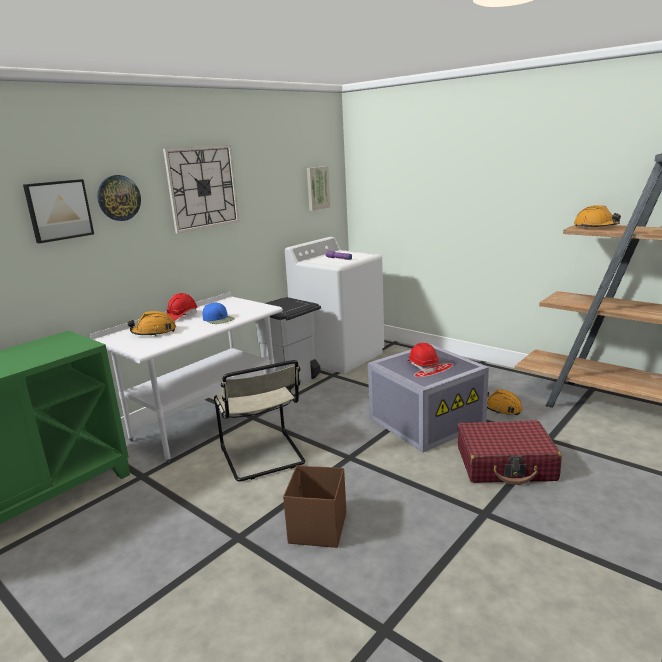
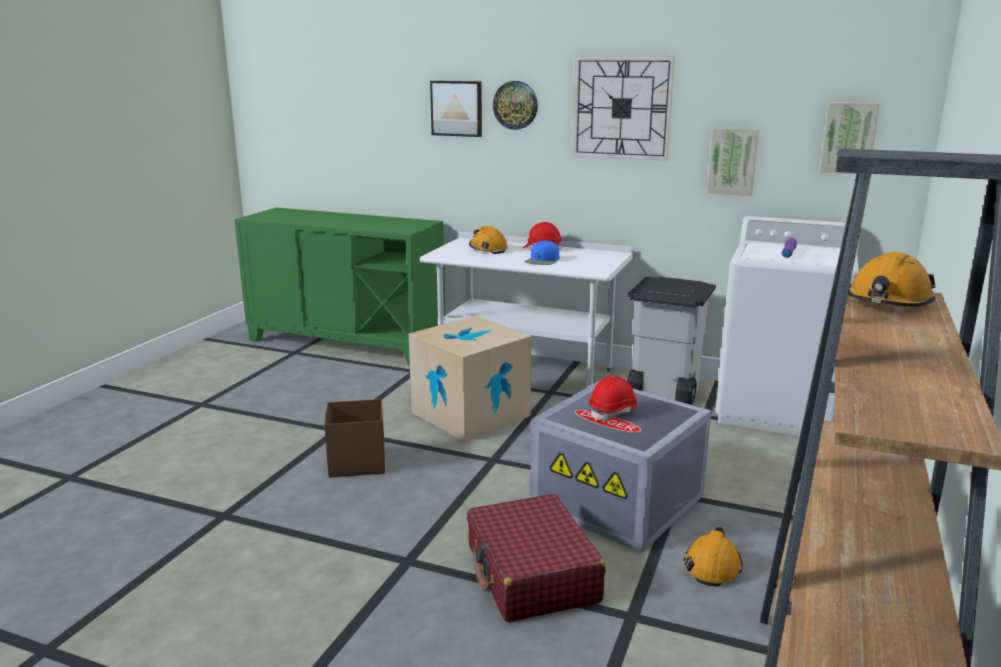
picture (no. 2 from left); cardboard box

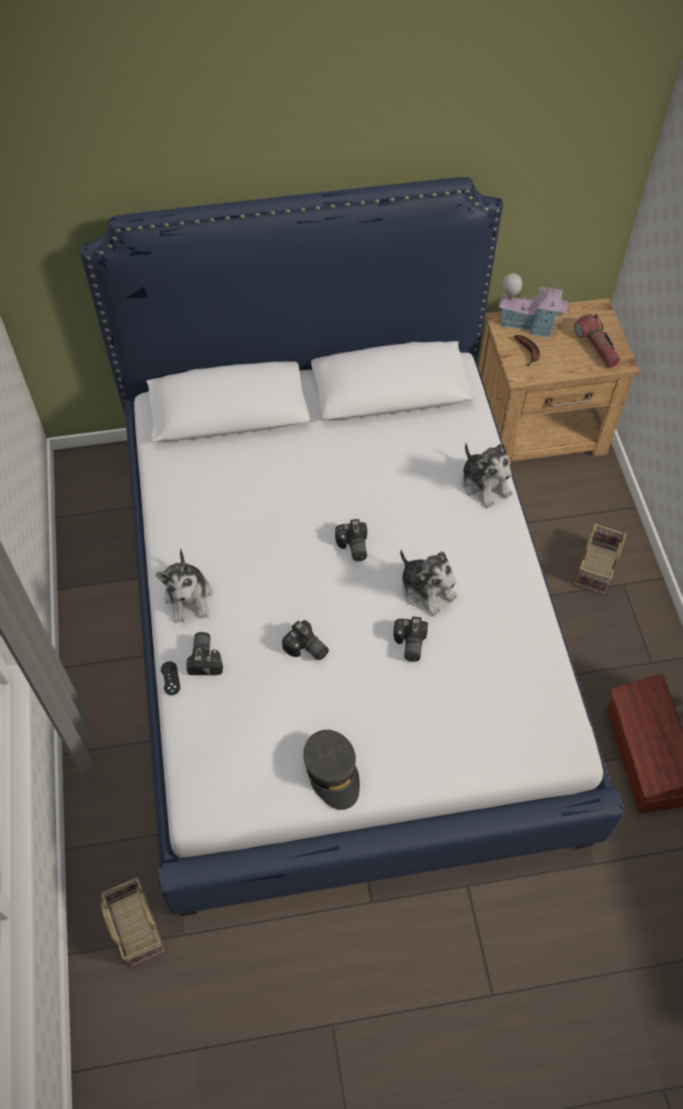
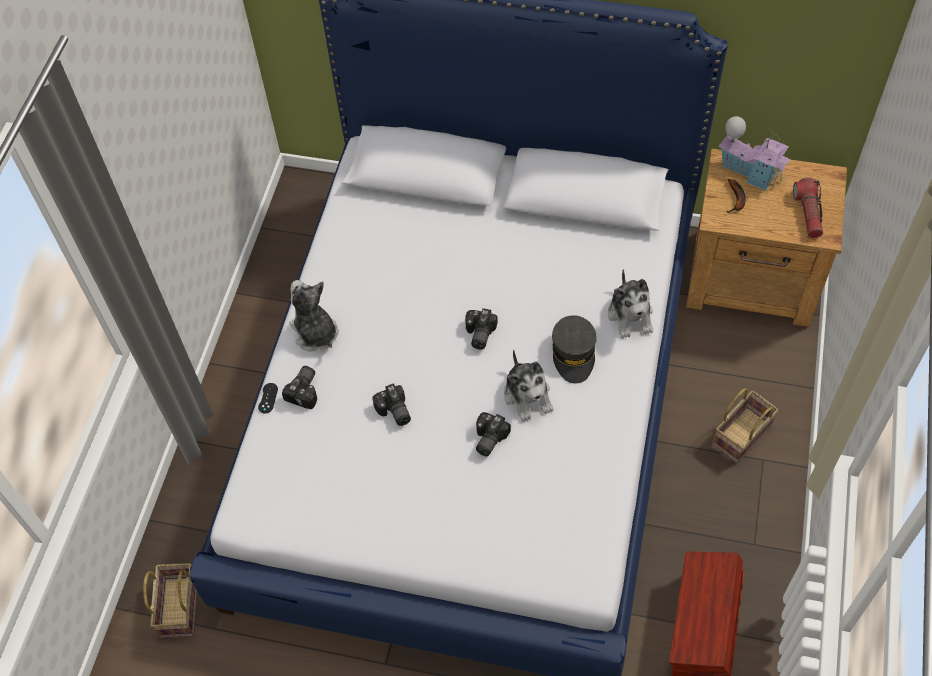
cap/grey; plush toy (no. 1 from left)

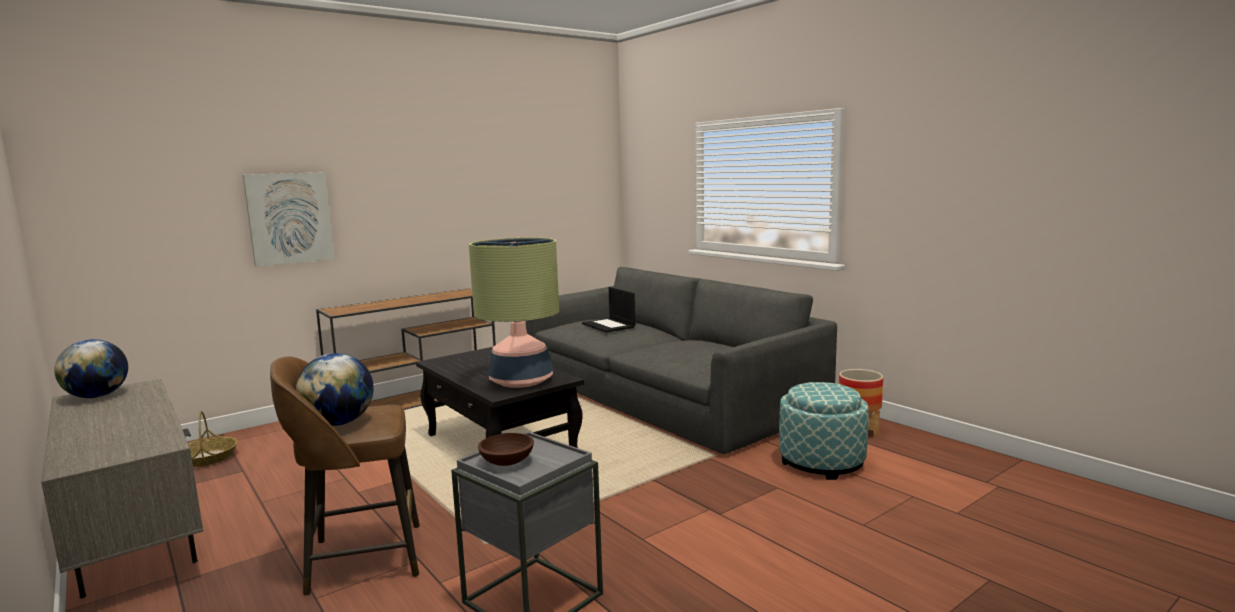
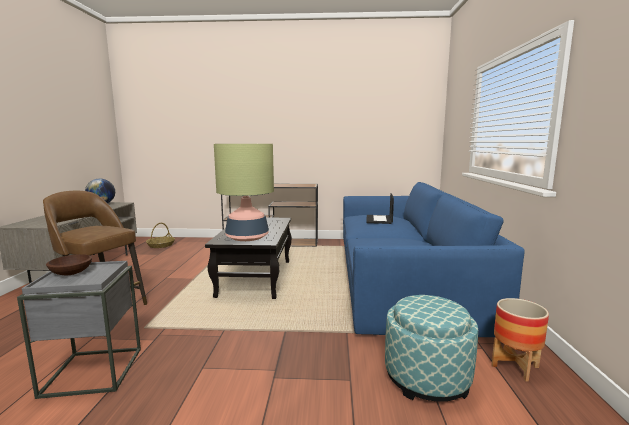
picture; globe (no. 2 from left in the first image); sofa/blue

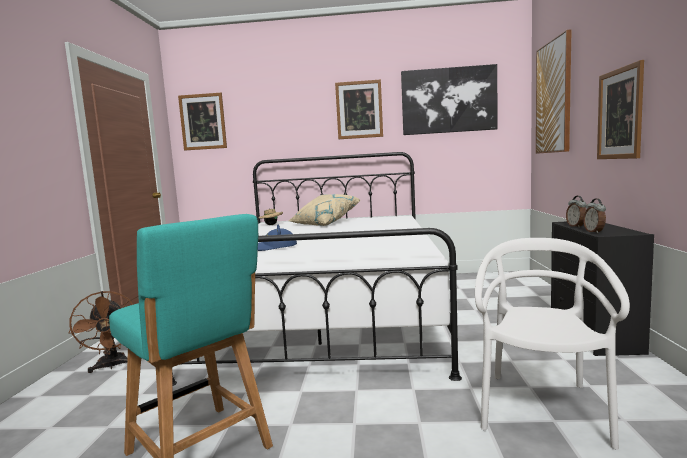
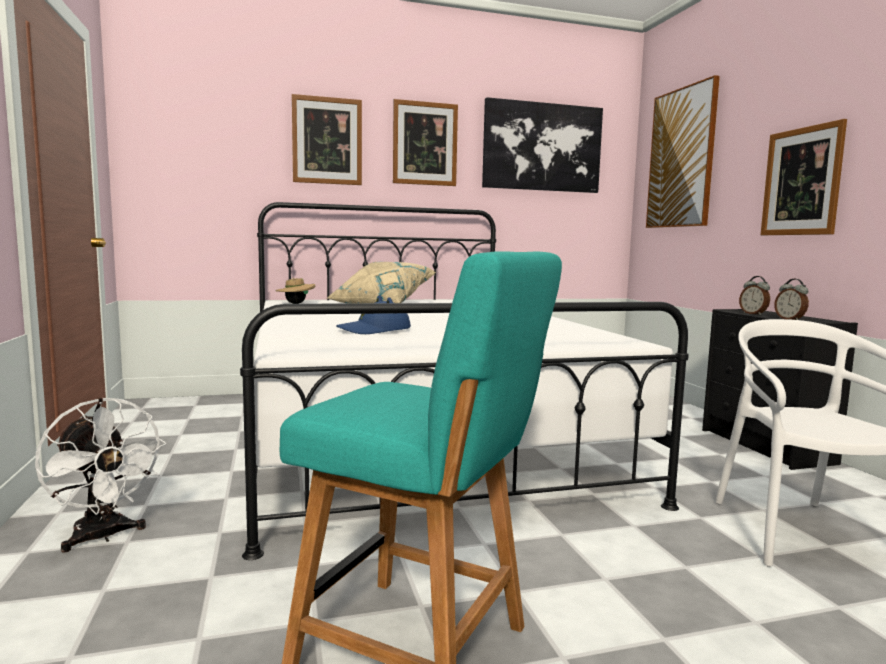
picture (no. 1 from left); fan/white

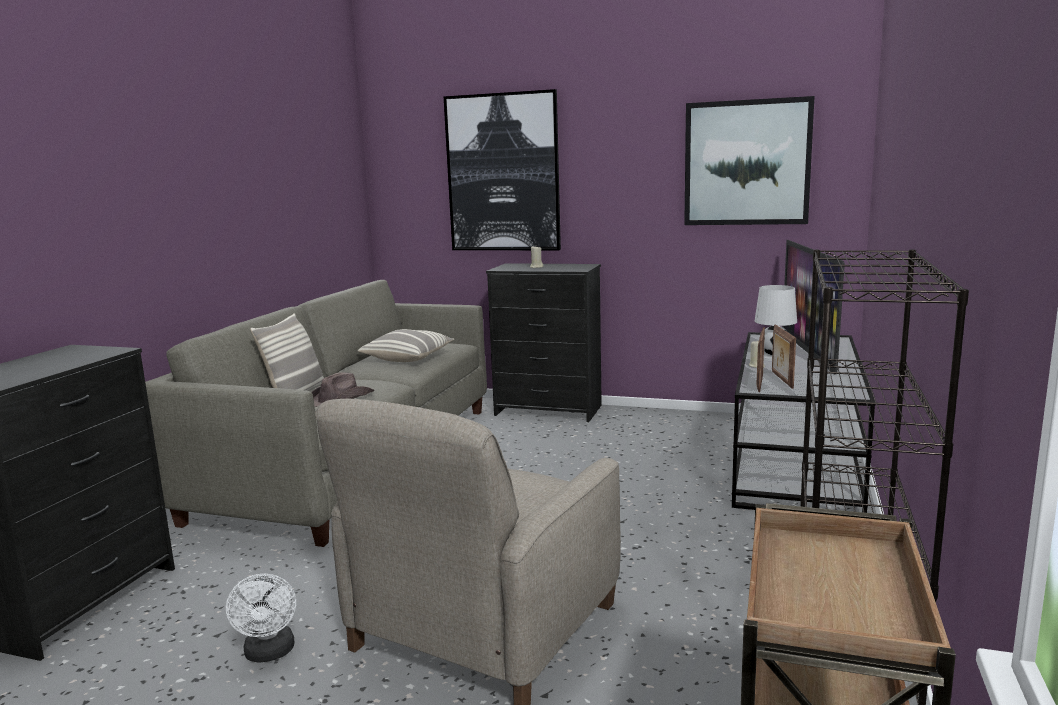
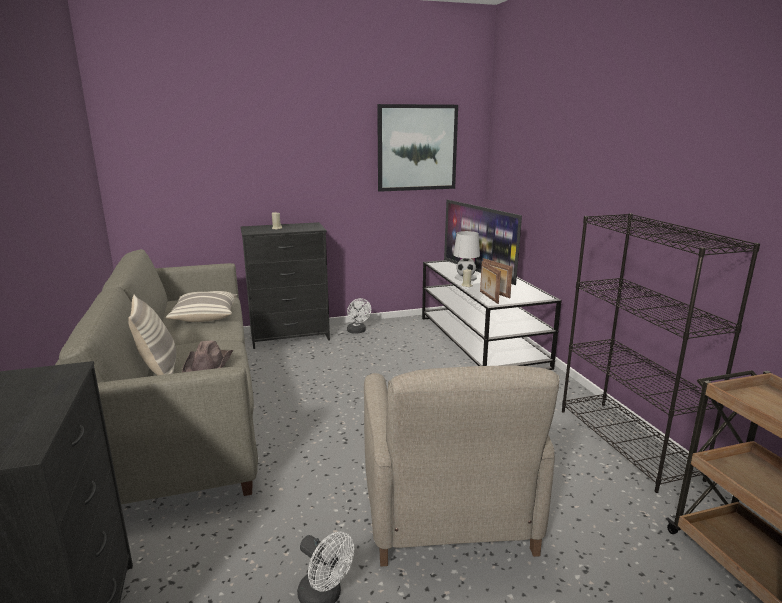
picture (no. 1 from left in the first image); fan/white (no. 2 from left)

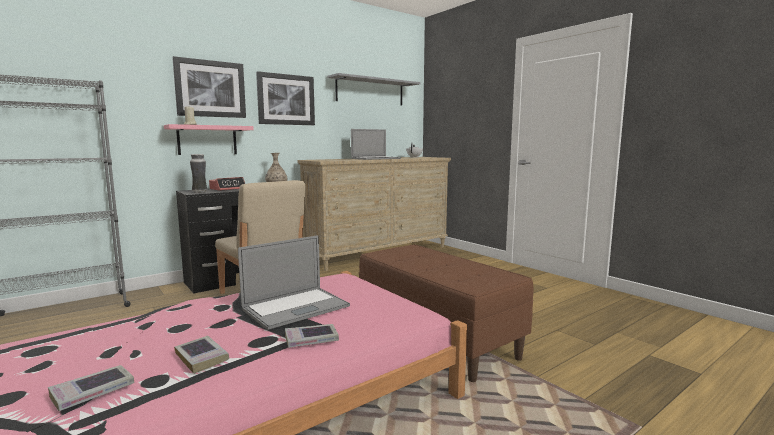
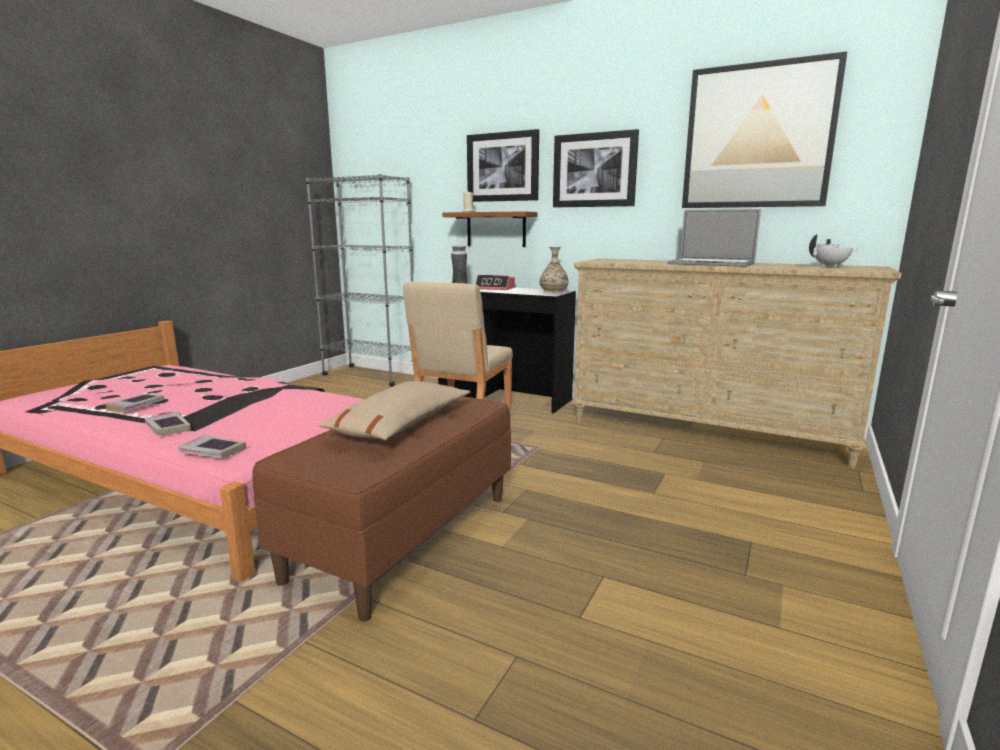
laptop (no. 1 from left in the first image); pillow/beige; book (no. 3 from left); picture (no. 3 from left); shelf/brown

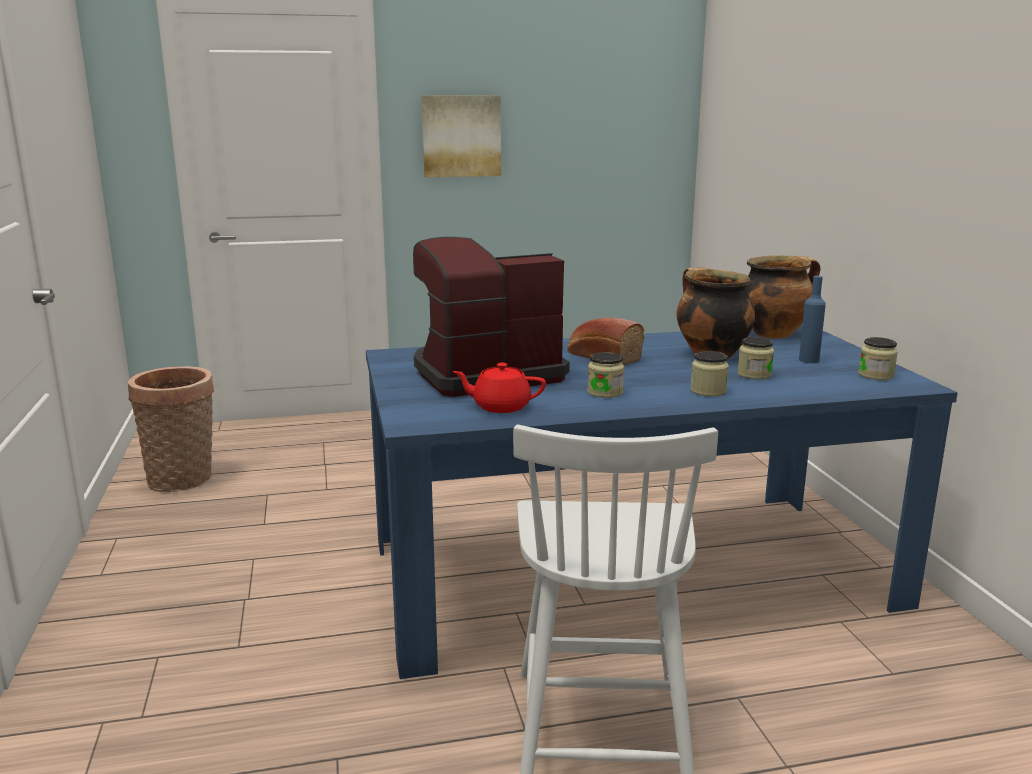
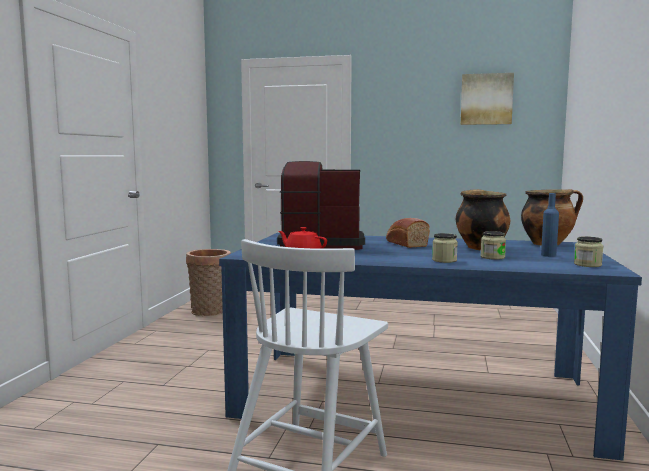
jar (no. 1 from left in the first image); picture

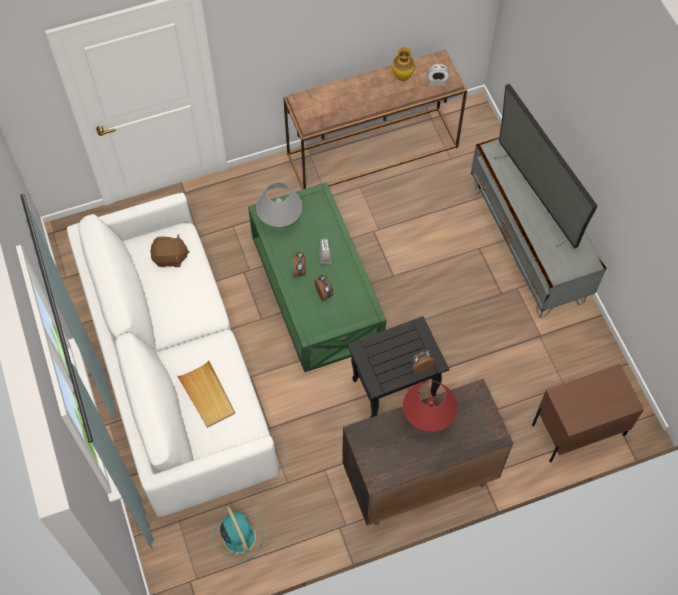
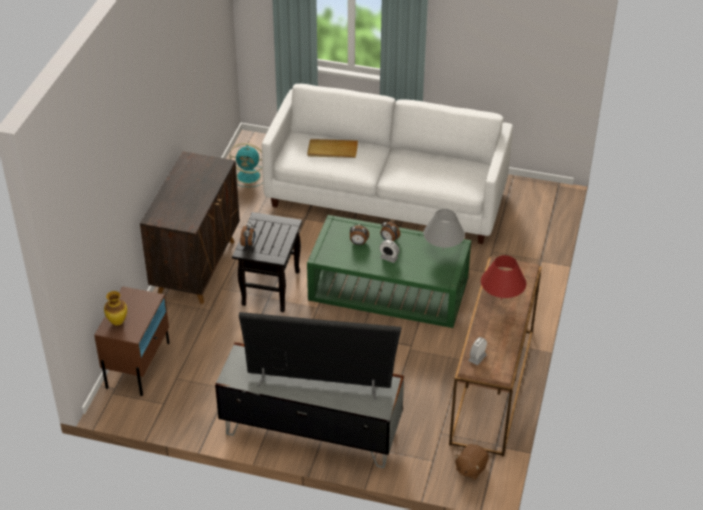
plush toy/brown; vase; table lamp/red

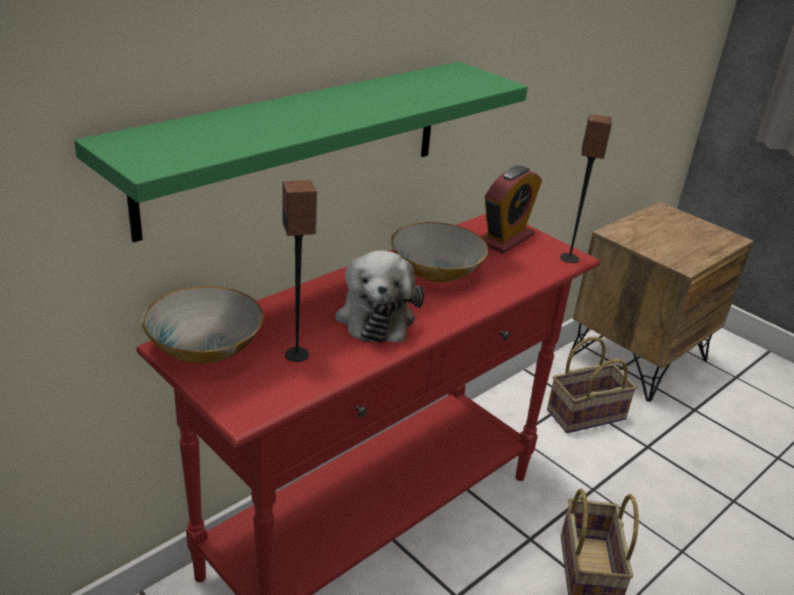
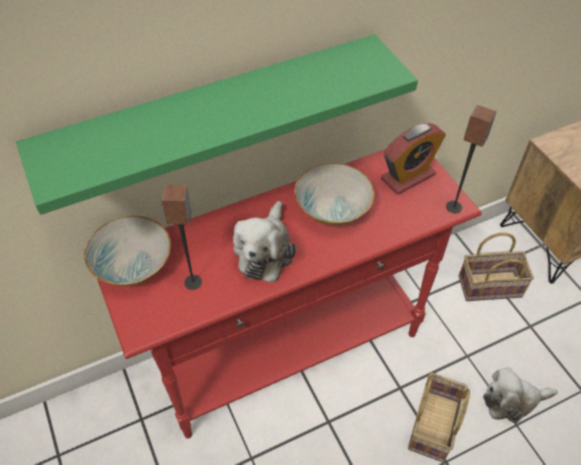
plush toy (no. 2 from left)

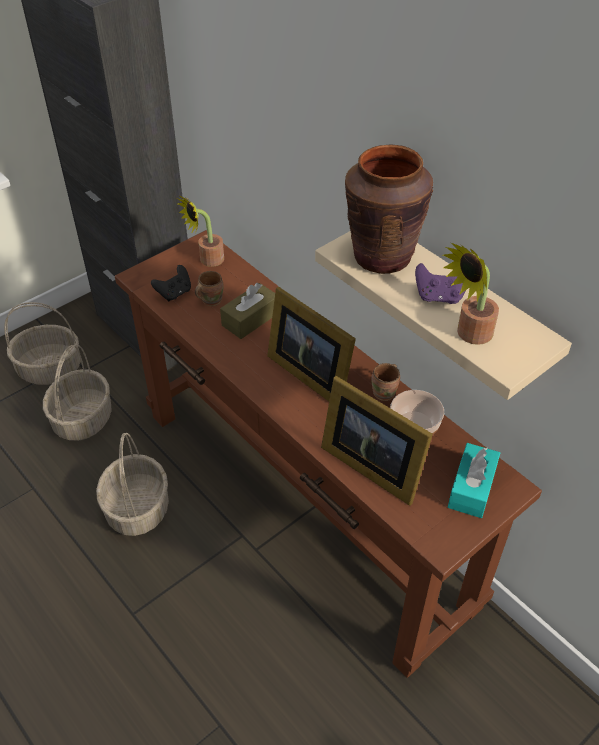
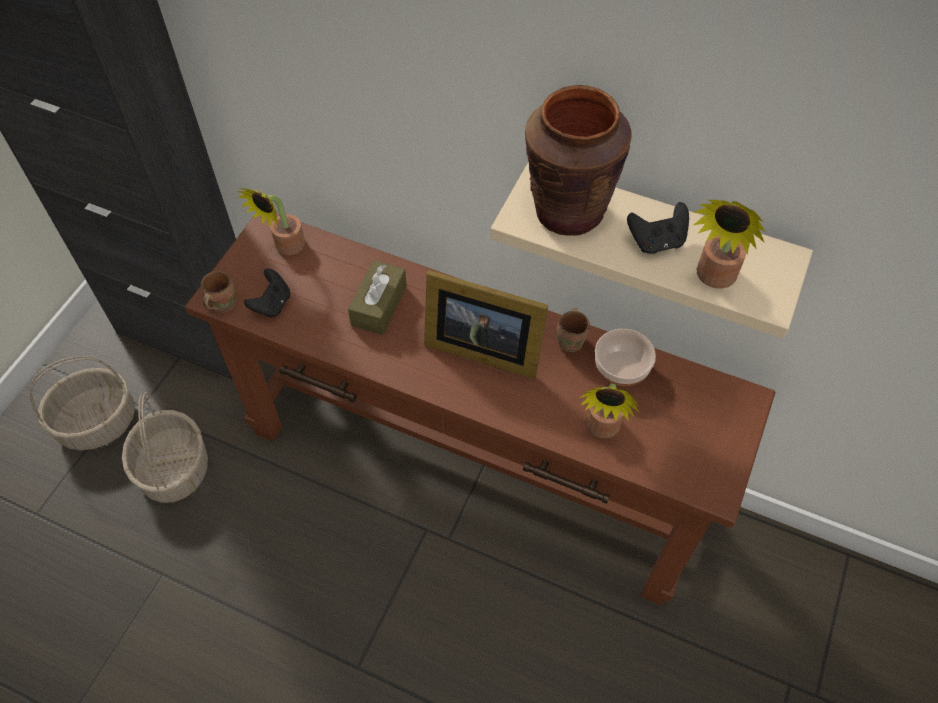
basket (no. 3 from left in the first image); tissue box/turquoise; mug/brown (no. 1 from left); potted plant (no. 2 from left); game controller/black (no. 2 from left)

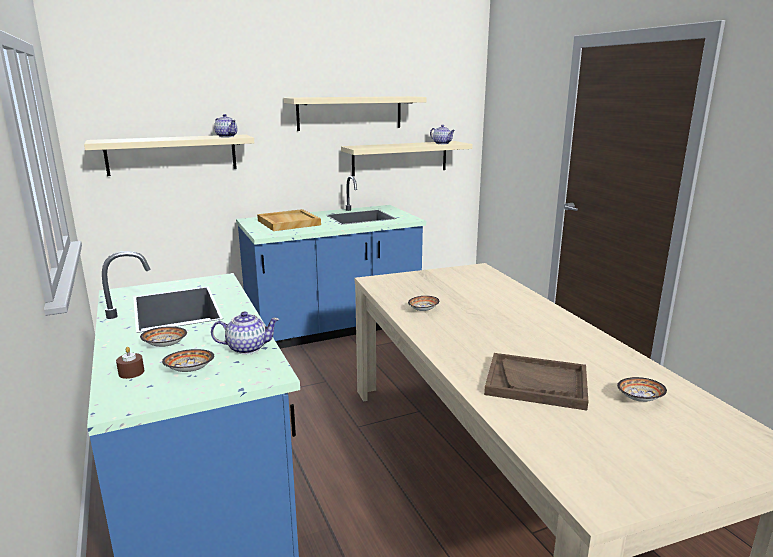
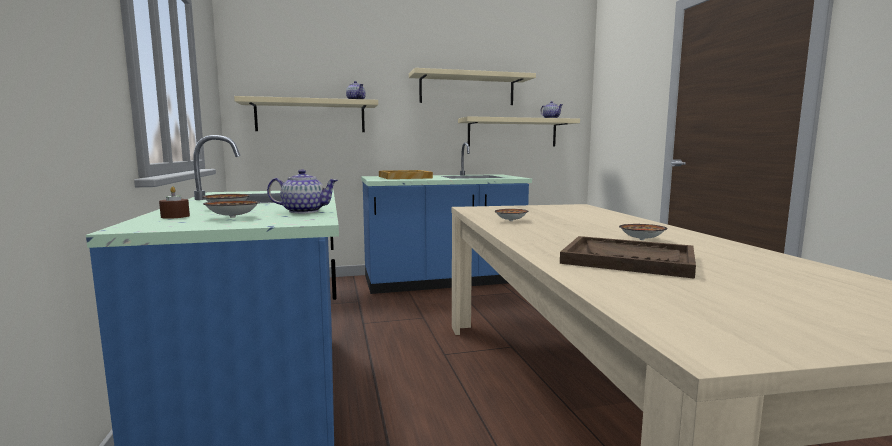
bowl (no. 4 from left)

